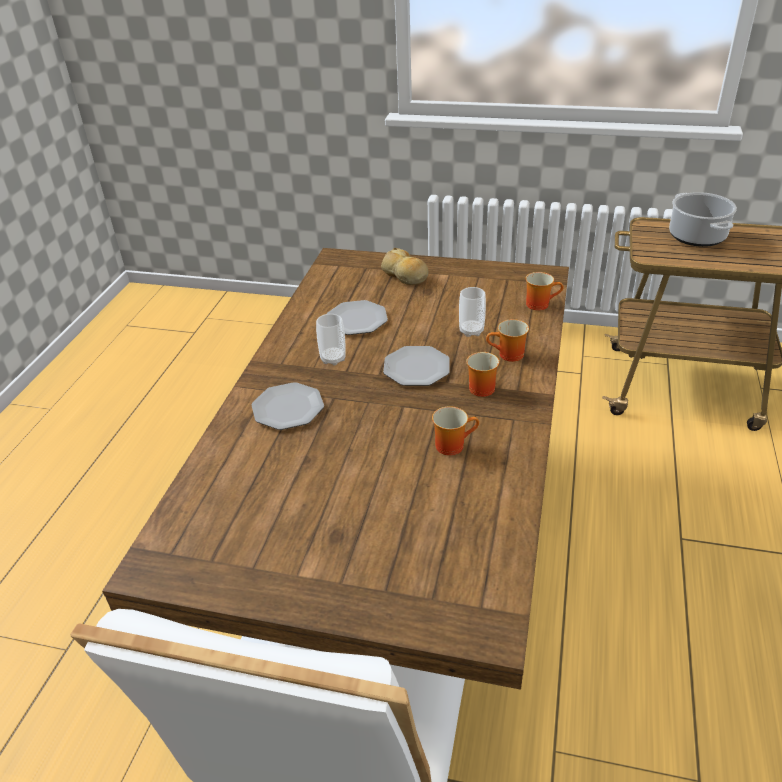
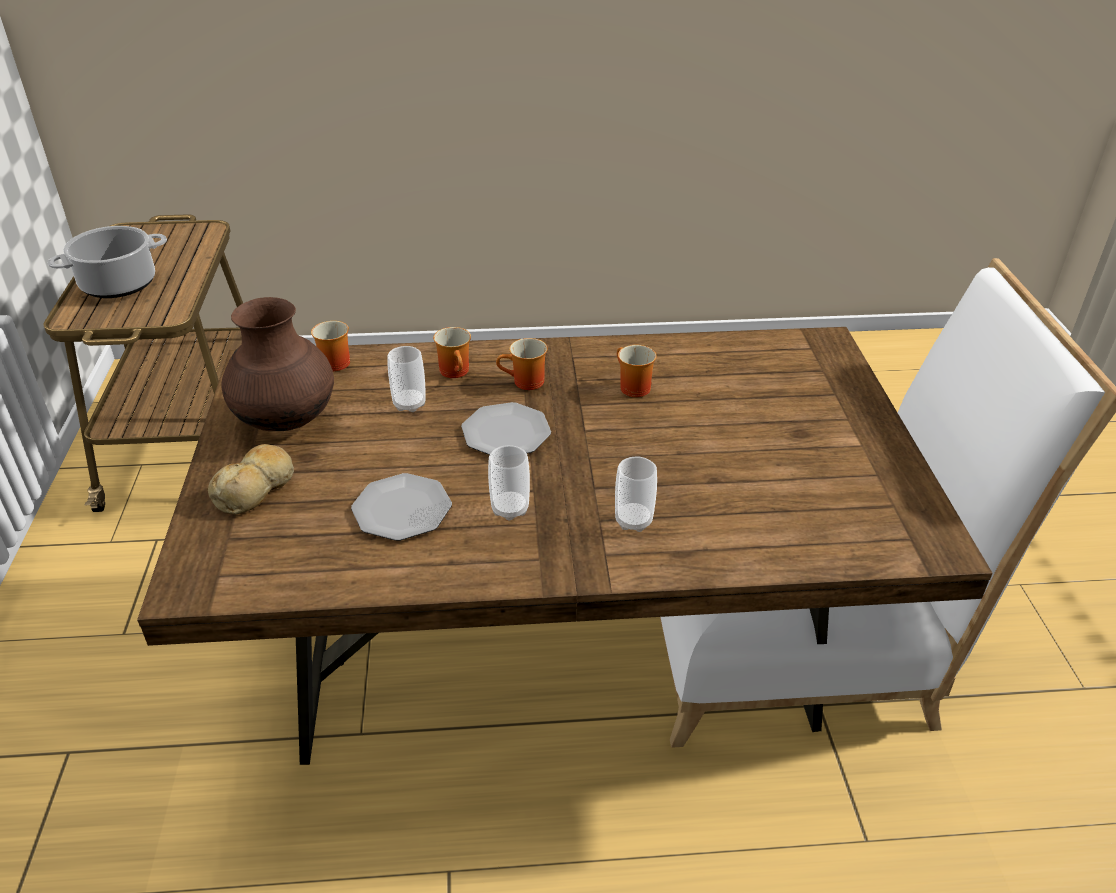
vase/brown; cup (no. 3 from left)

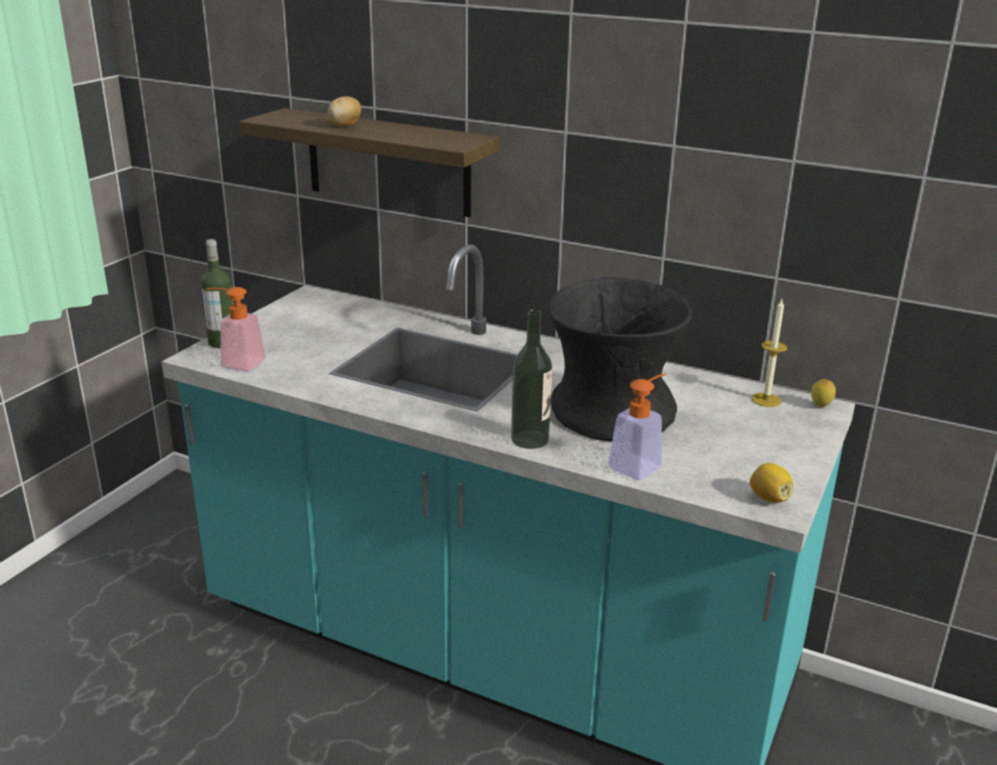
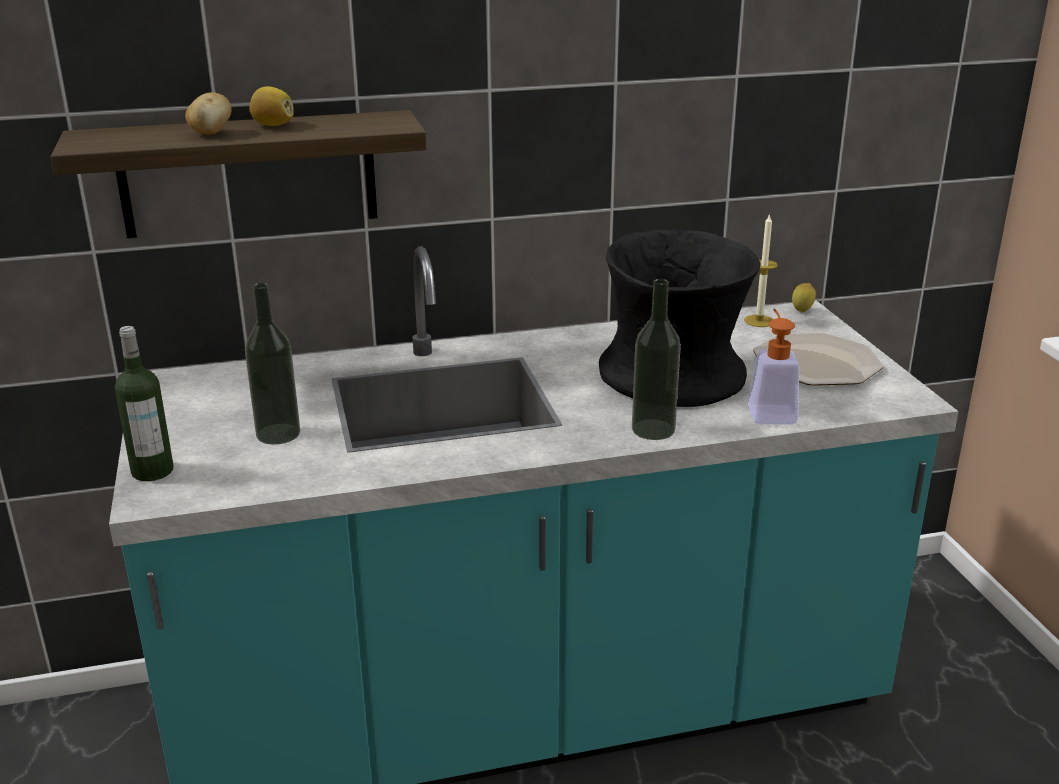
soap dispenser (no. 1 from left in the first image); bottle (no. 2 from left); plate; lemon (no. 1 from left)

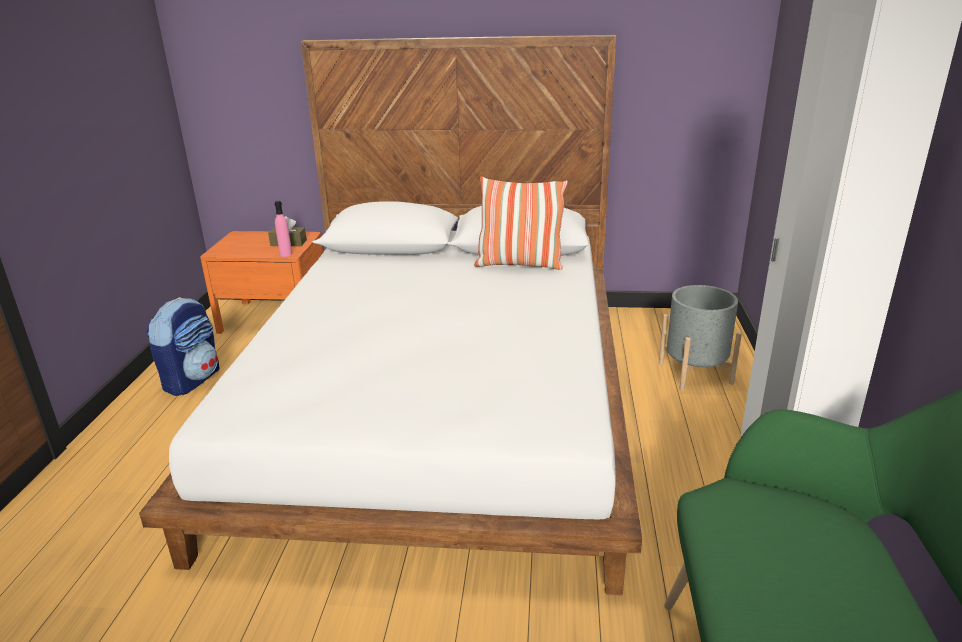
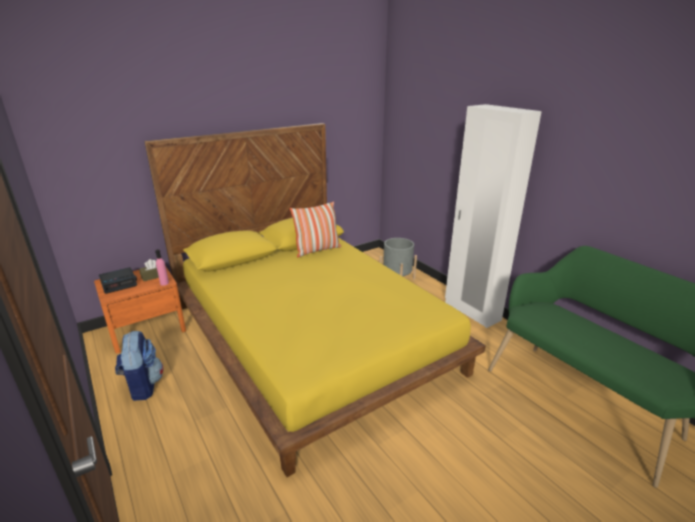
alarm clock; bed/yellow

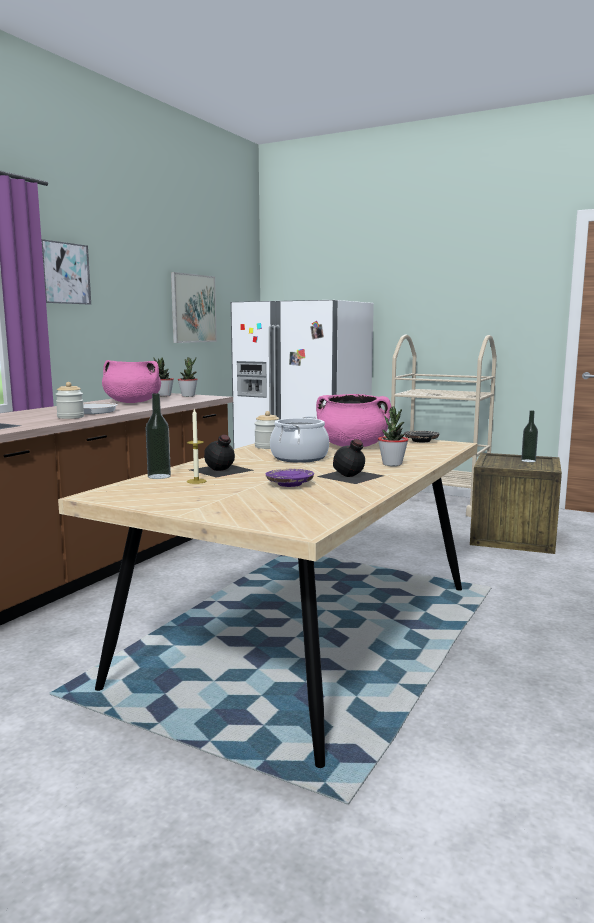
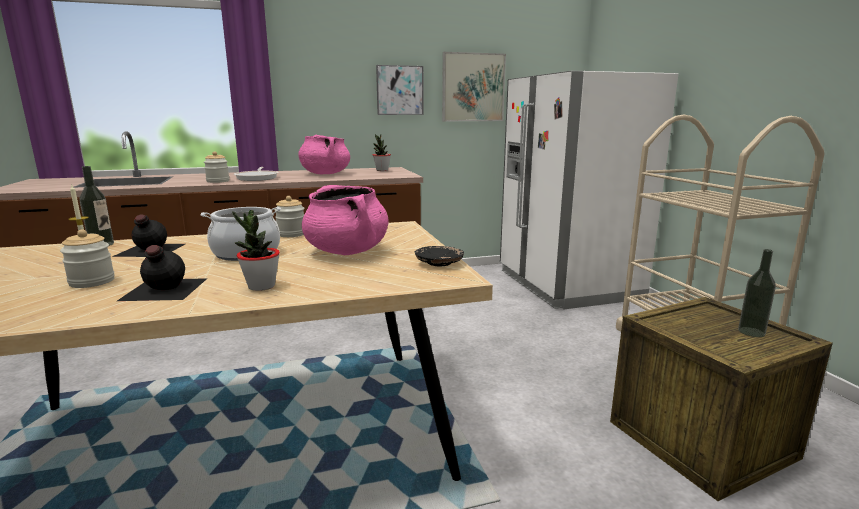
potted plant (no. 2 from left in the first image); picture (no. 1 from left); jar (no. 1 from left)

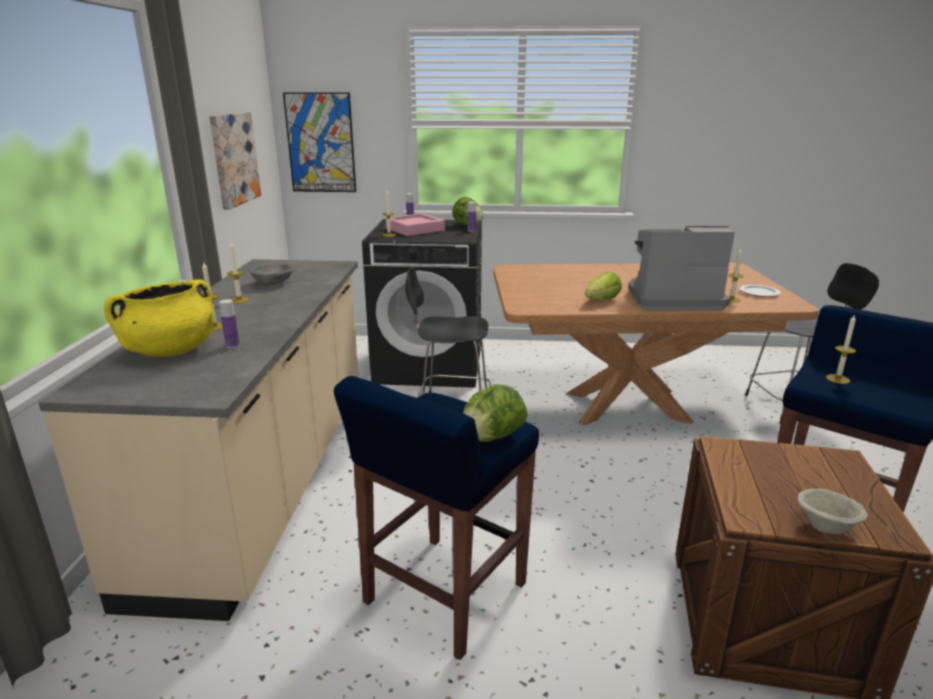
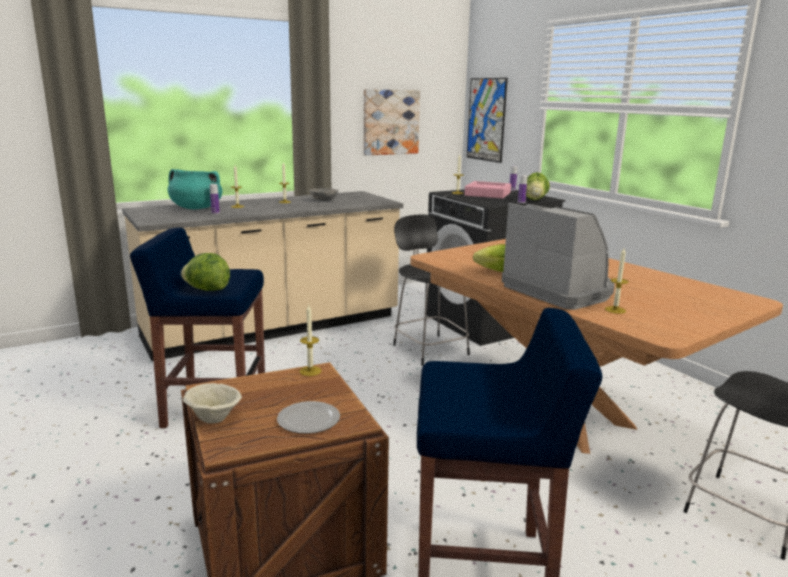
plate; candle (no. 3 from left); cooking pot/turquoise

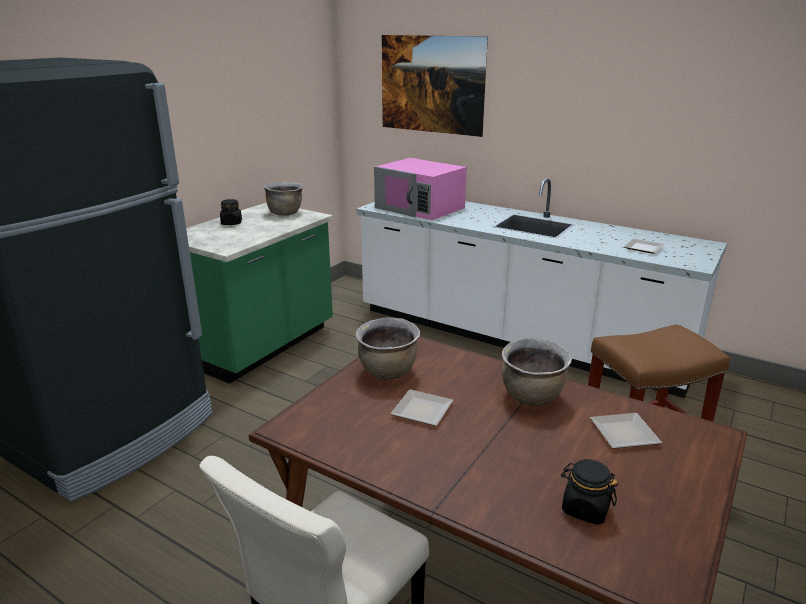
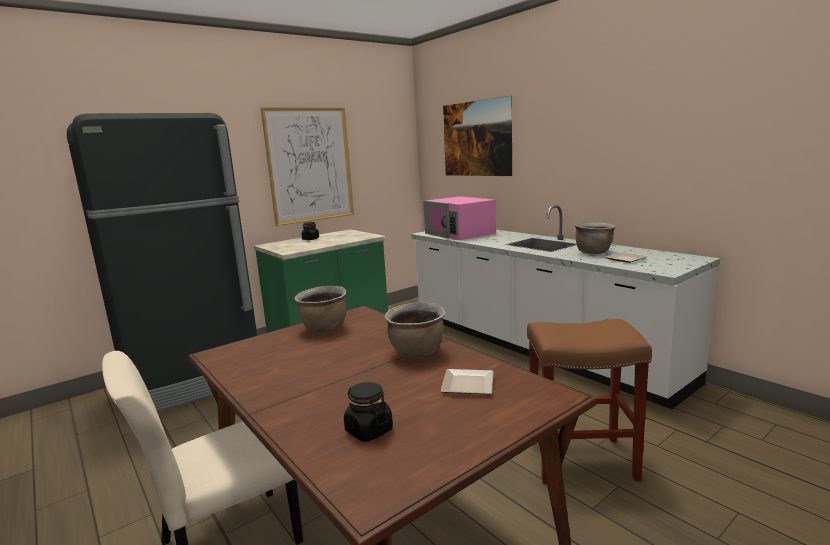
plate (no. 1 from left in the first image); picture (no. 1 from left); cooking pot/brown (no. 3 from left)

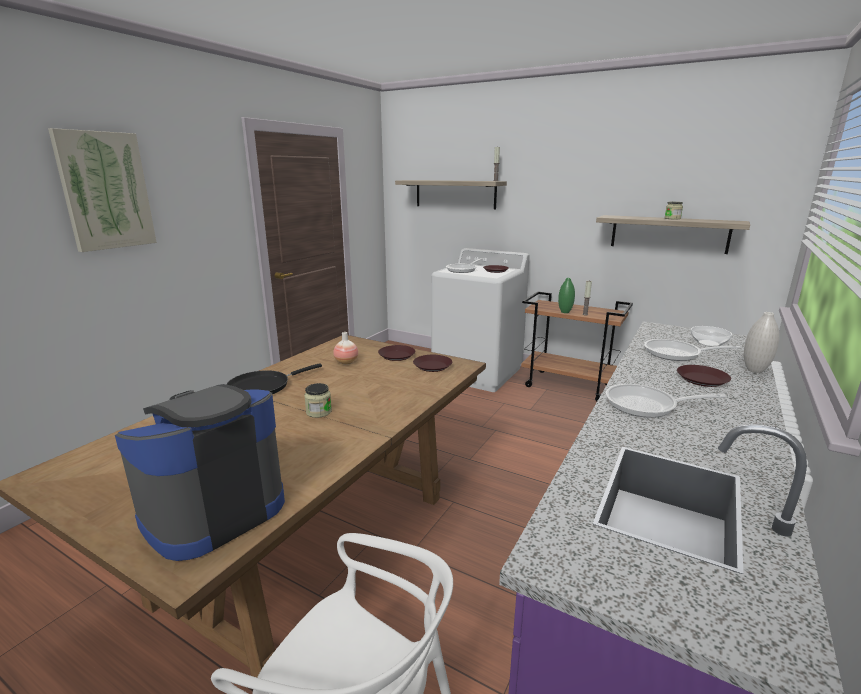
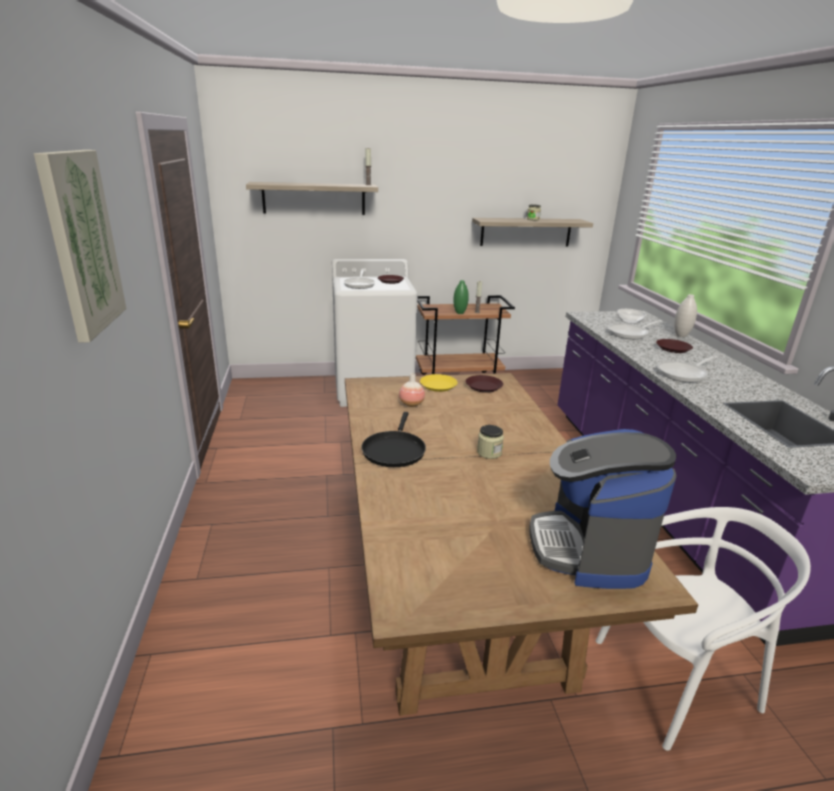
plate/yellow

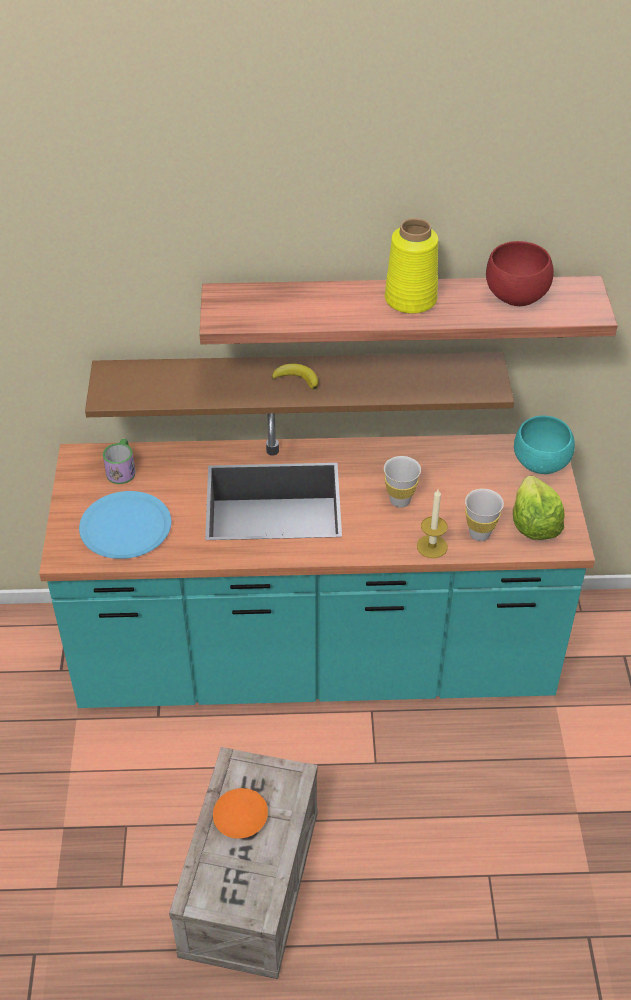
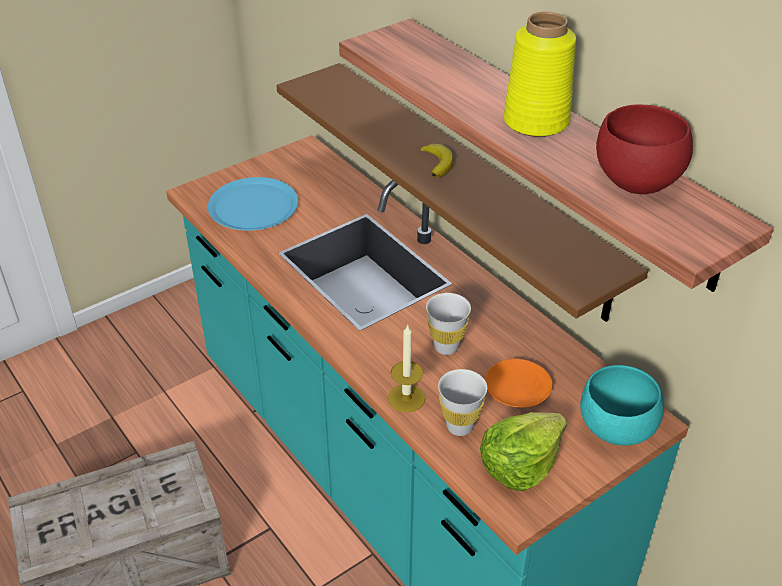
mug; plate/orange

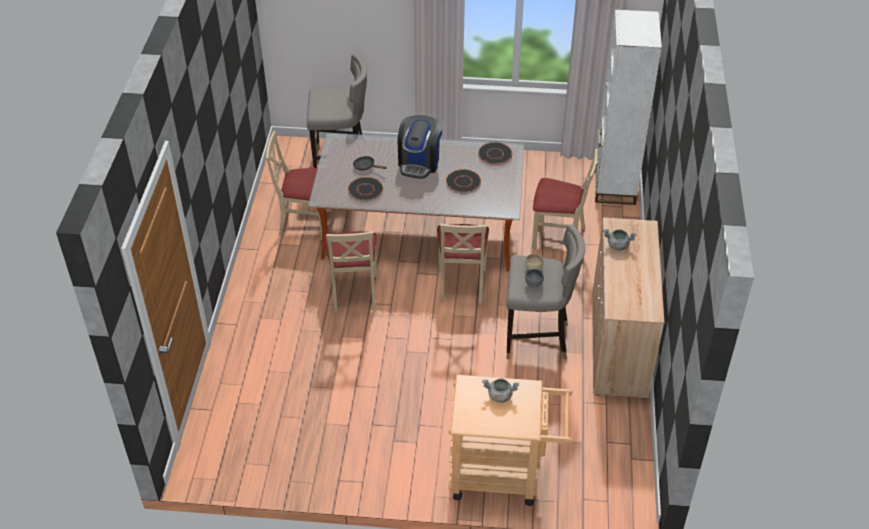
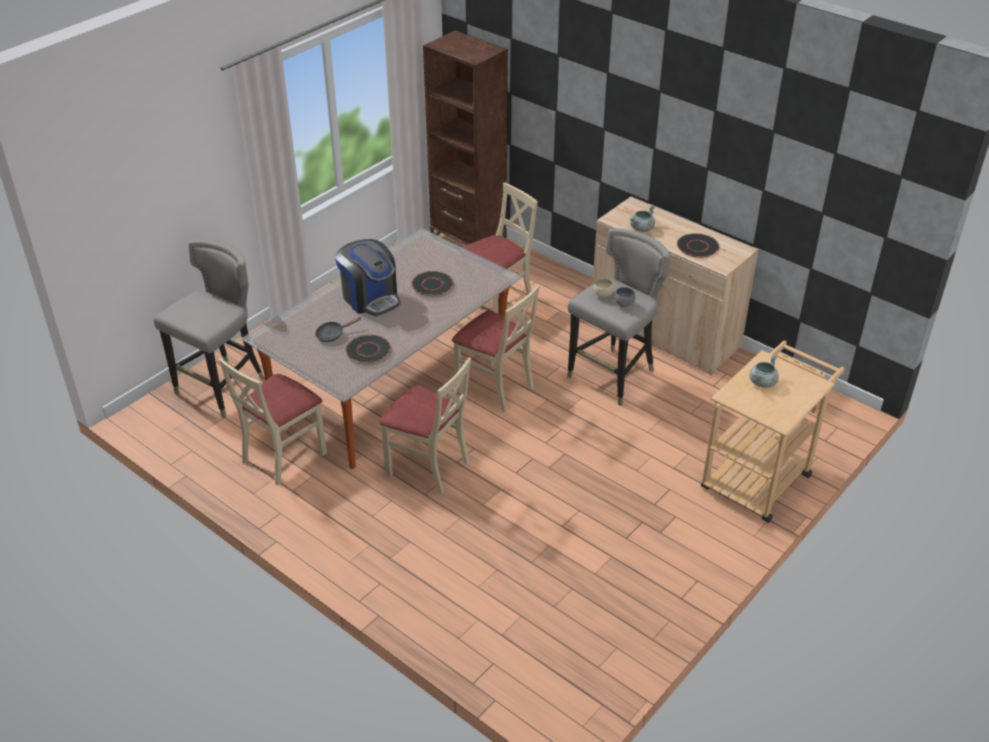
plate/black (no. 3 from left); bookcase/brown

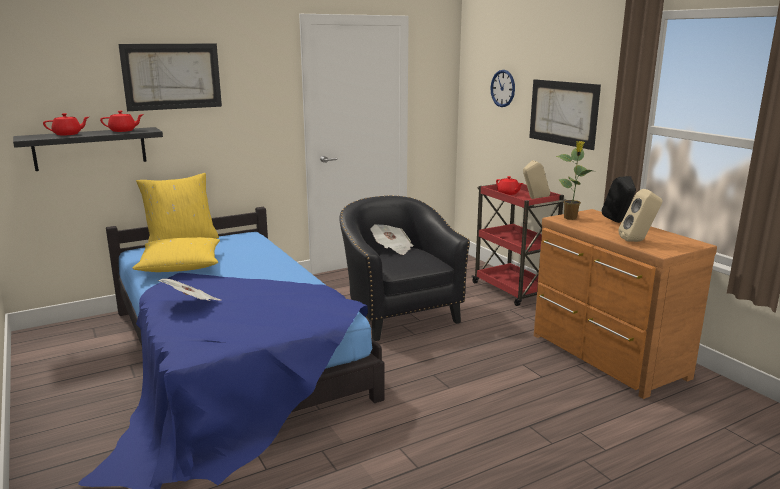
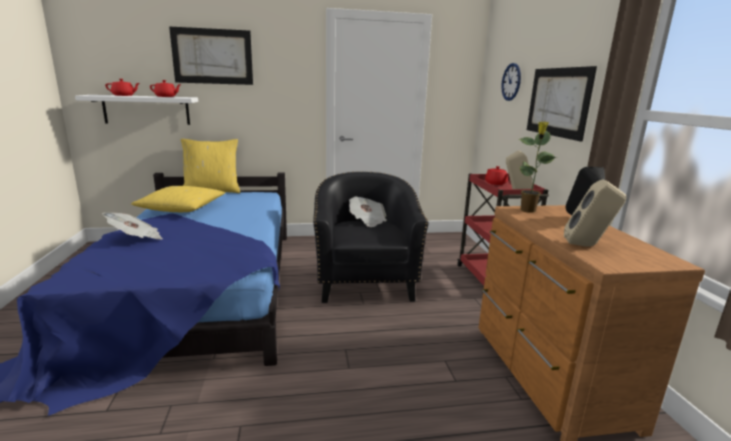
shelf/white

